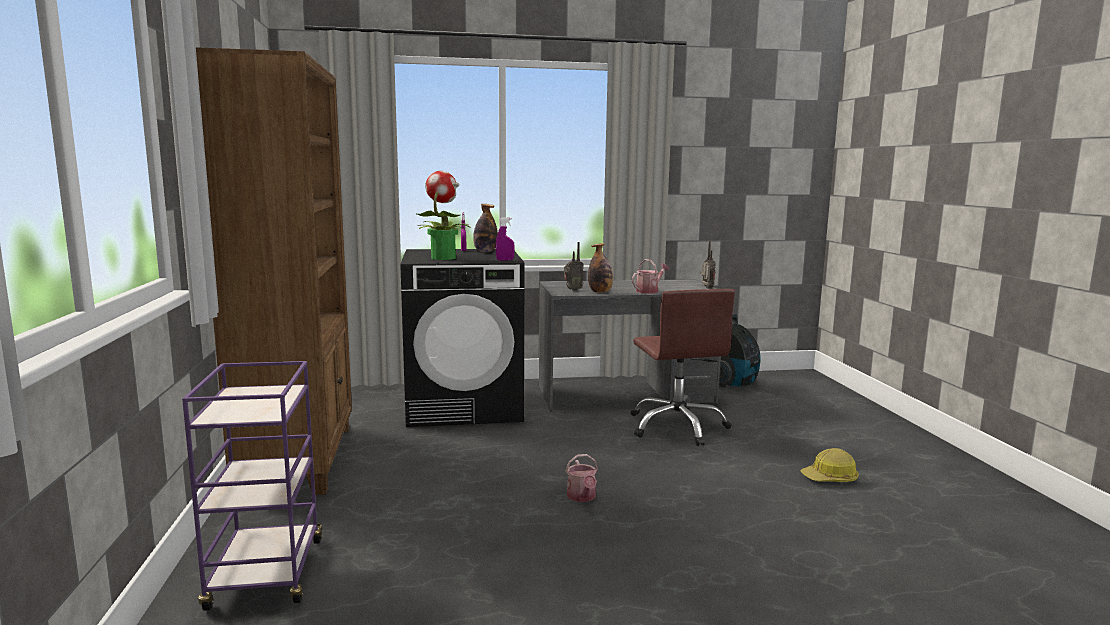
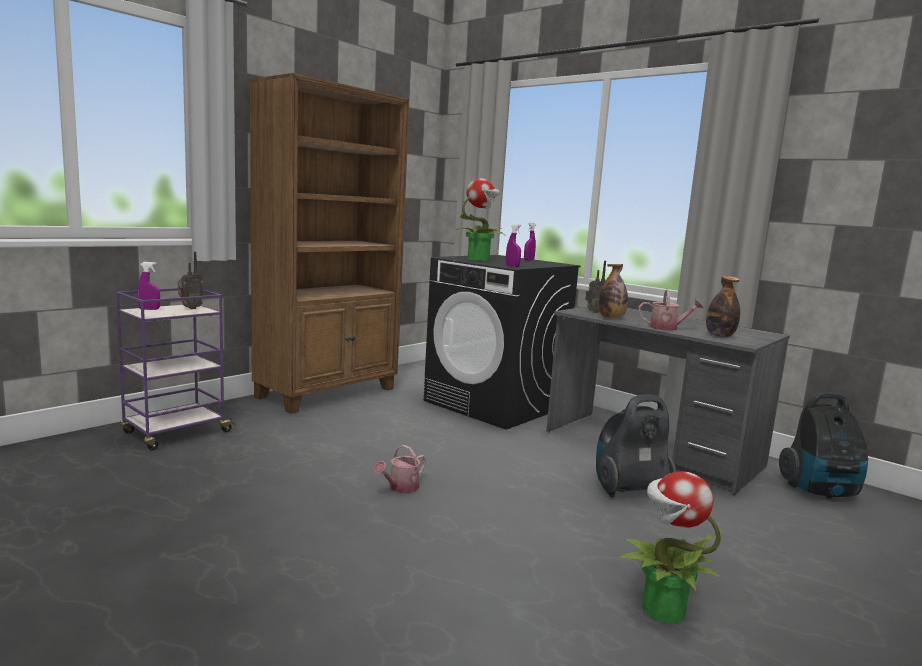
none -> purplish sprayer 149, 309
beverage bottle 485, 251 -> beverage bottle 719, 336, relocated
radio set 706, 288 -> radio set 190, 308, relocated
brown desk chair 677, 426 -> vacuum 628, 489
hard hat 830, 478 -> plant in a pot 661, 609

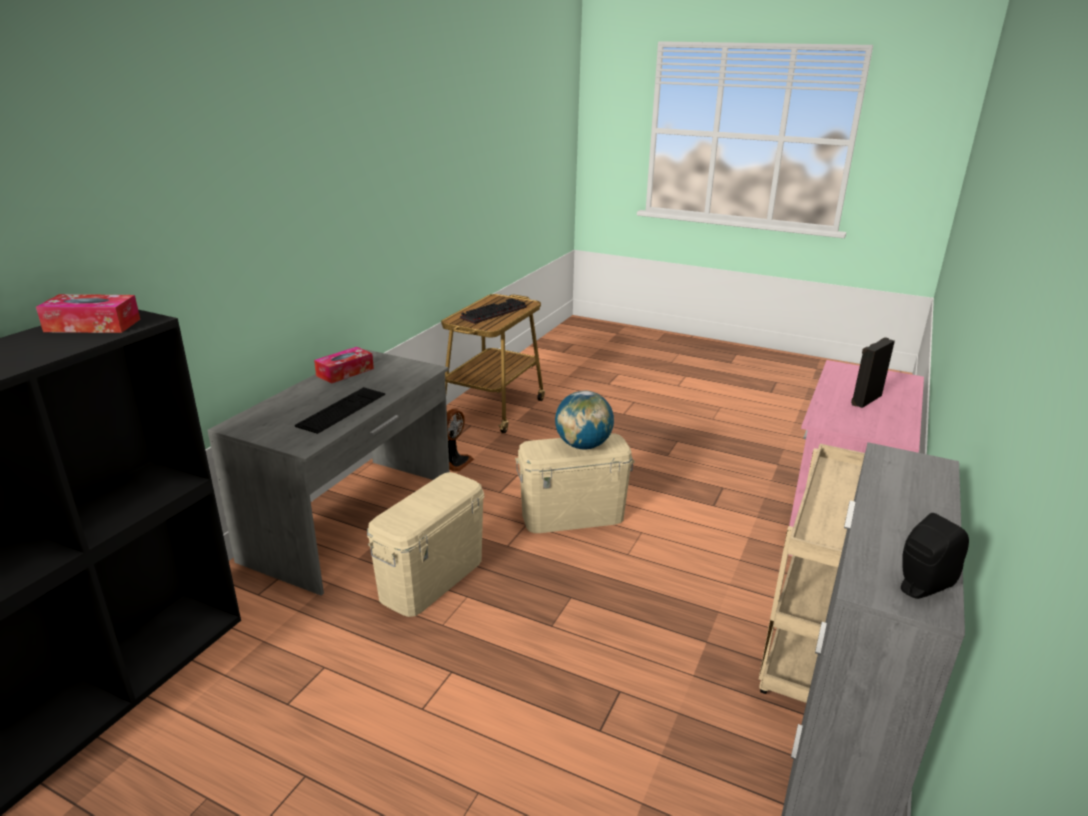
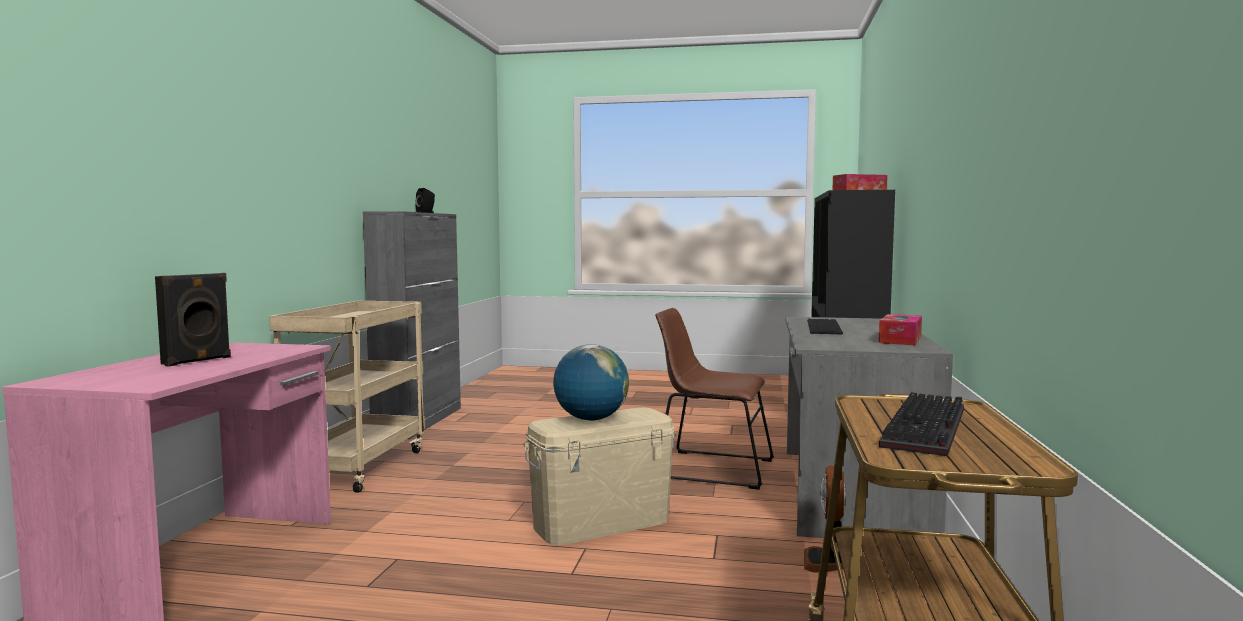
beige storage bin 432, 578 -> brown upright chair 709, 468

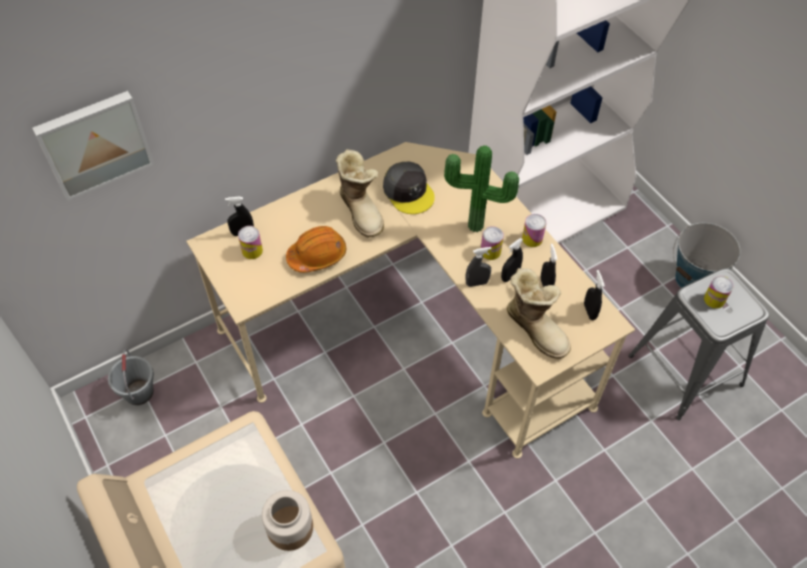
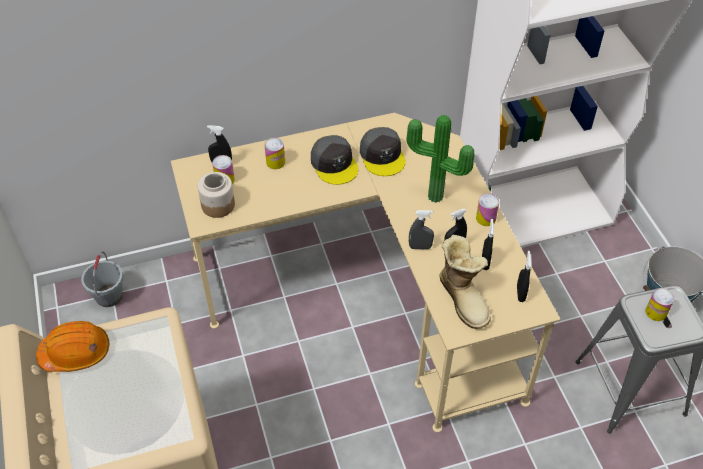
picture 94, 143 -> none
preserve jar 289, 527 -> preserve jar 217, 205, relocated
orange-coloured hard hat 317, 255 -> orange-coloured hard hat 76, 353, relocated
can 490, 251 -> can 275, 162, relocated
tall boot 362, 210 -> gray baseball cap 334, 164

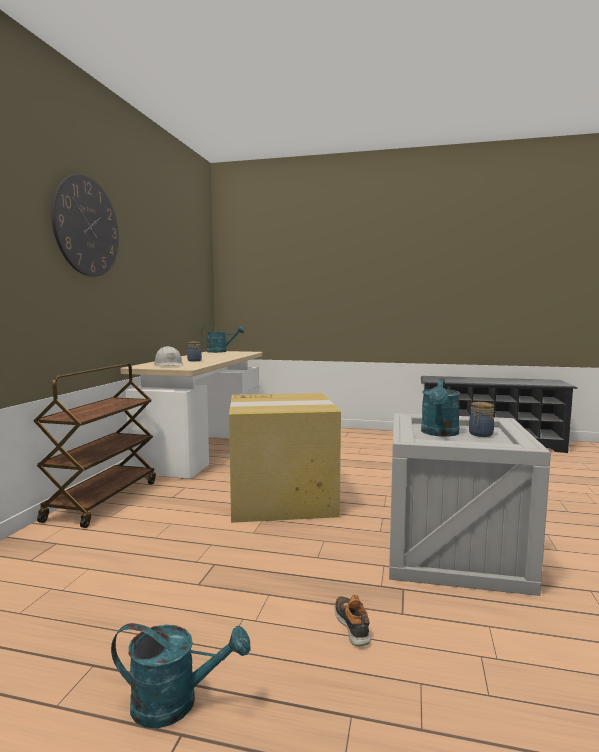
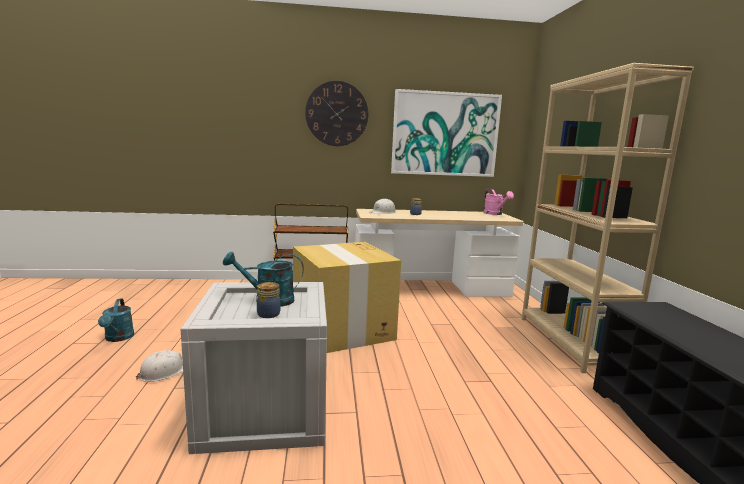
none -> picture 445, 134
none -> beige bookcase 570, 342
low shoe 352, 625 -> white hard hat 164, 372
blue-green sprinkling can 220, 351 -> pink-coloured sprinkling can 495, 214

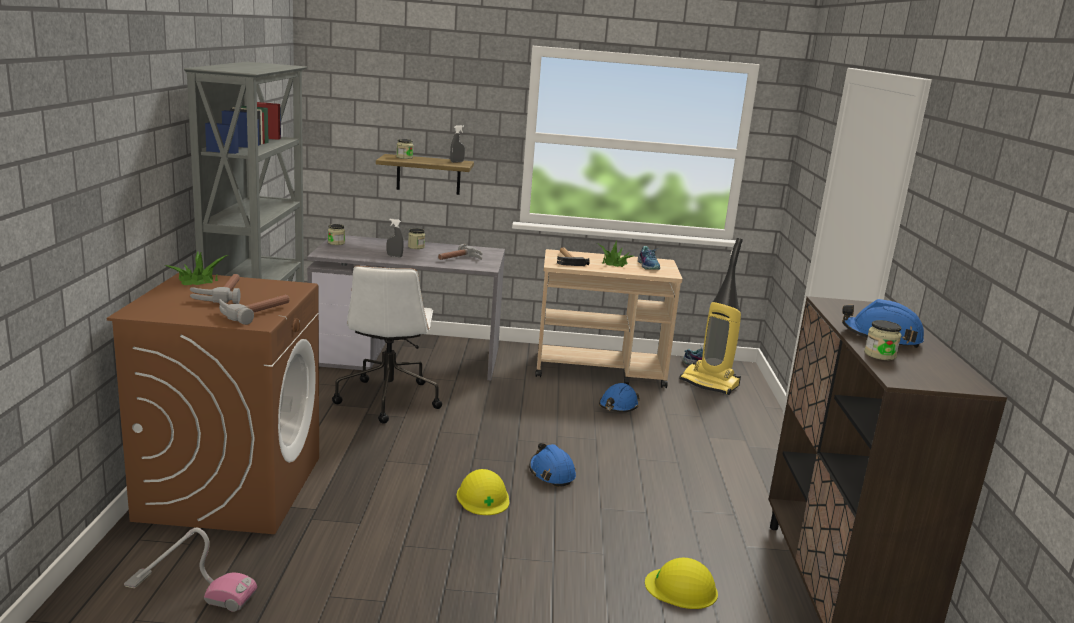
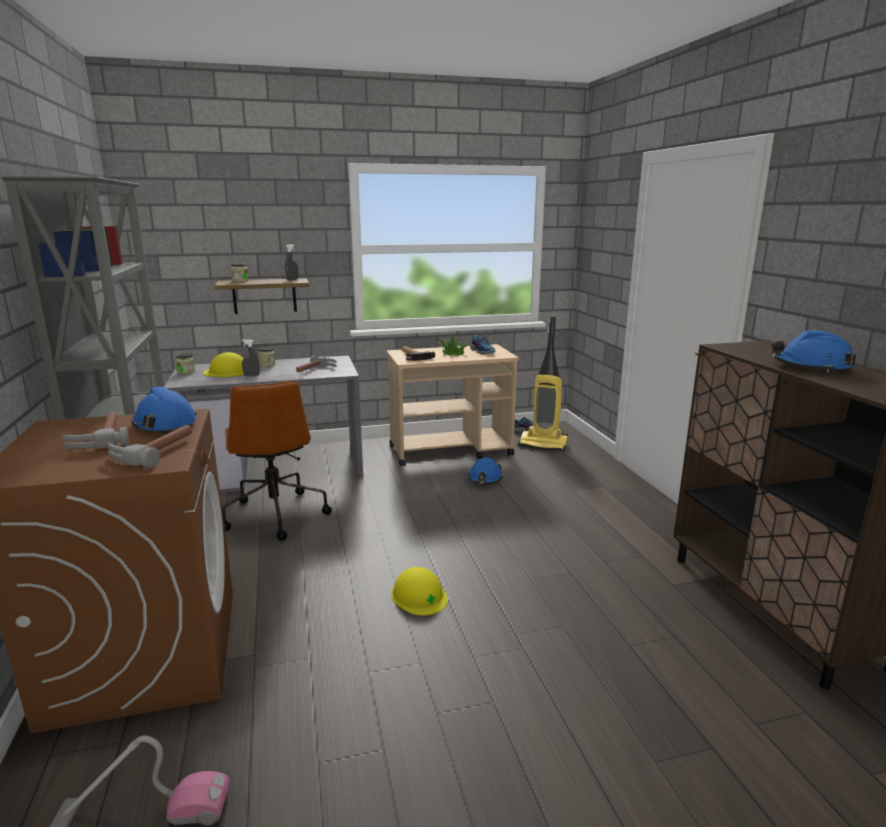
plant in a pot 198, 280 -> none
preserve jar 880, 355 -> none
blue hard hat 551, 473 -> blue hard hat 164, 424, relocated
yellowish hard hat 681, 588 -> yellowish hard hat 227, 372, relocated
white desk chair 388, 399 -> brown desk chair 275, 514

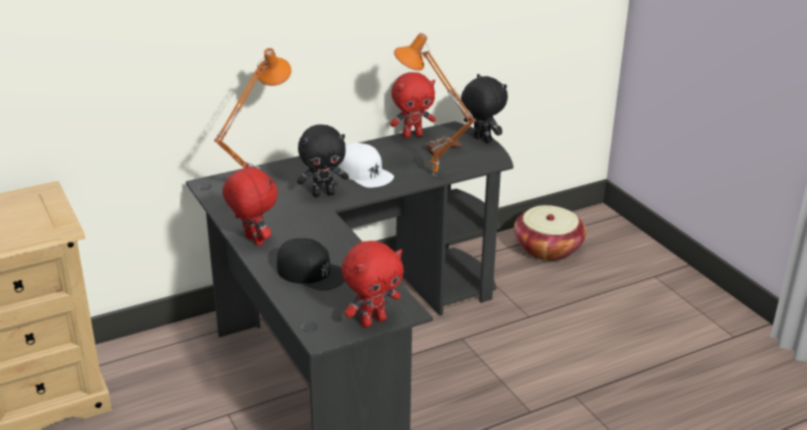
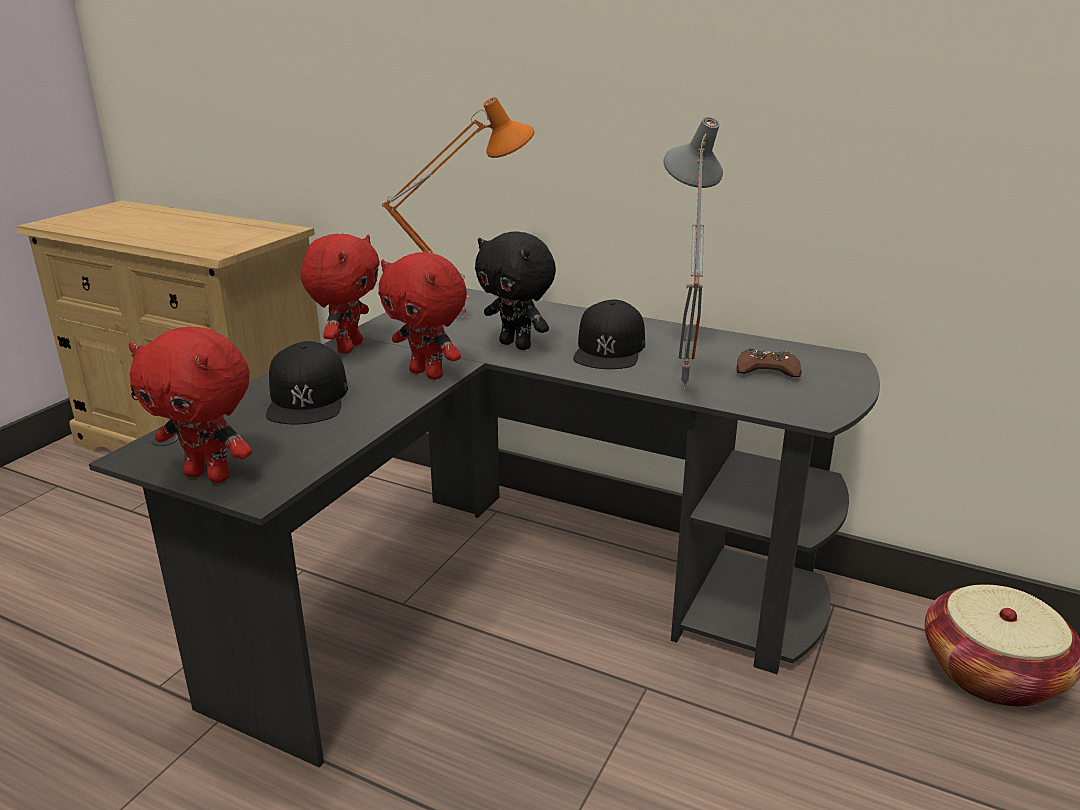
black soft toy 481, 140 -> none
red-coloured soft toy 412, 135 -> red-coloured soft toy 428, 374, relocated
white baseball cap 365, 173 -> black baseball cap 609, 349
orange-coloured tabletop lamp 432, 176 -> gray tabletop lamp 679, 388

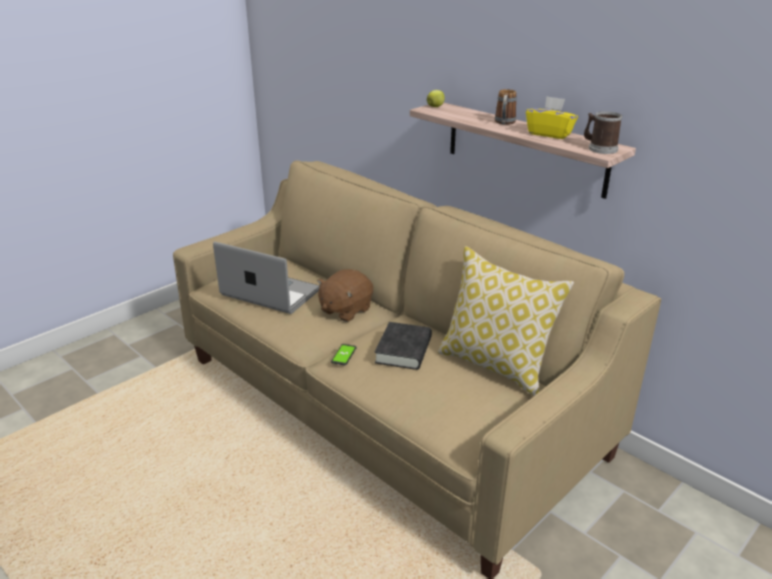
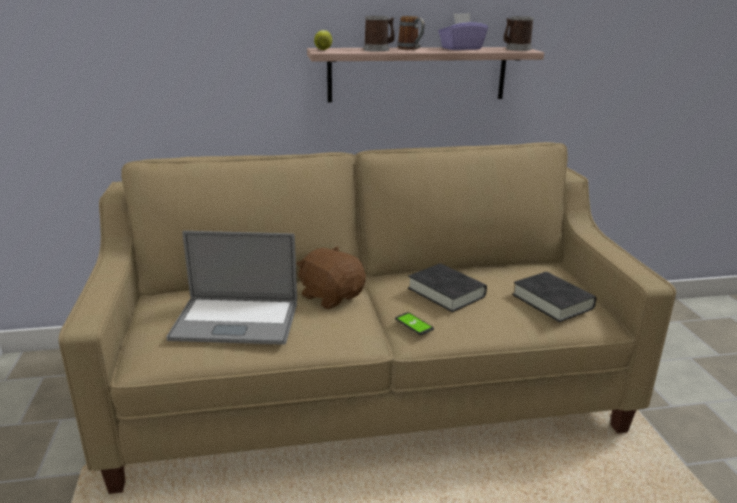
cushion 496, 366 -> none
none -> coffee mug 379, 50
none -> black bound book 552, 301
yellowish box of tissues 549, 134 -> purplish box of tissues 461, 48
portable computer 271, 292 -> portable computer 235, 321, 150 degrees counterclockwise
brown soft toy 345, 310 -> brown soft toy 331, 296, 150 degrees clockwise

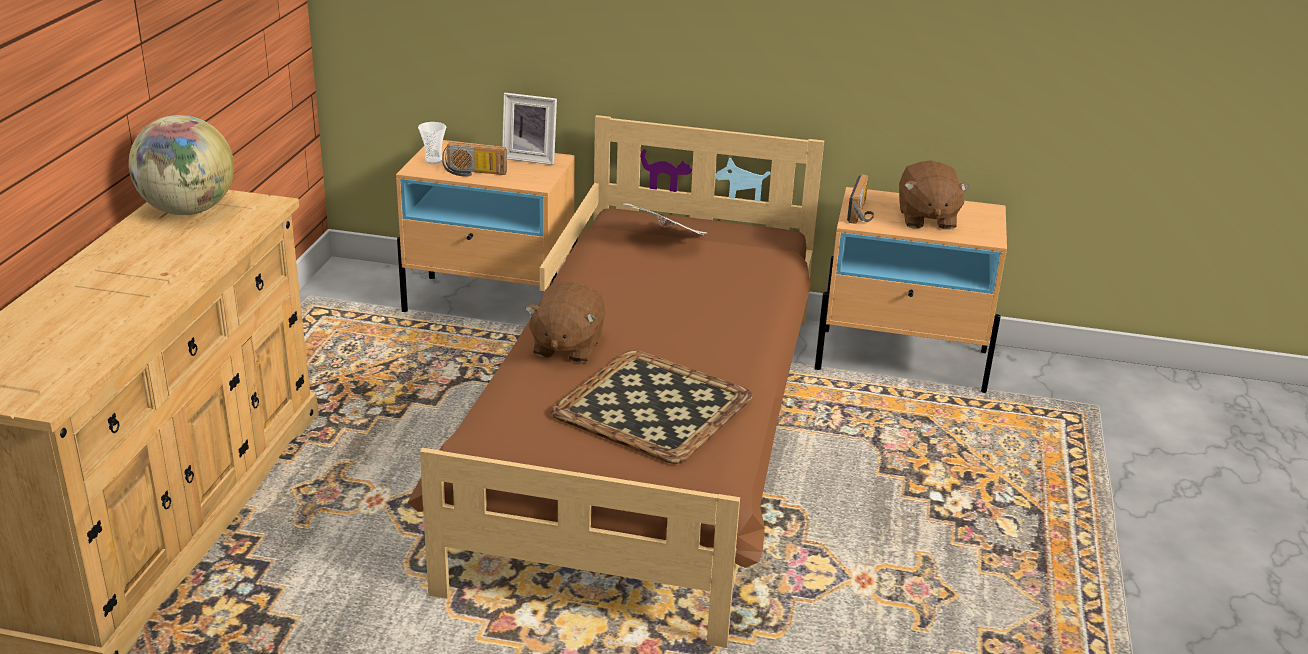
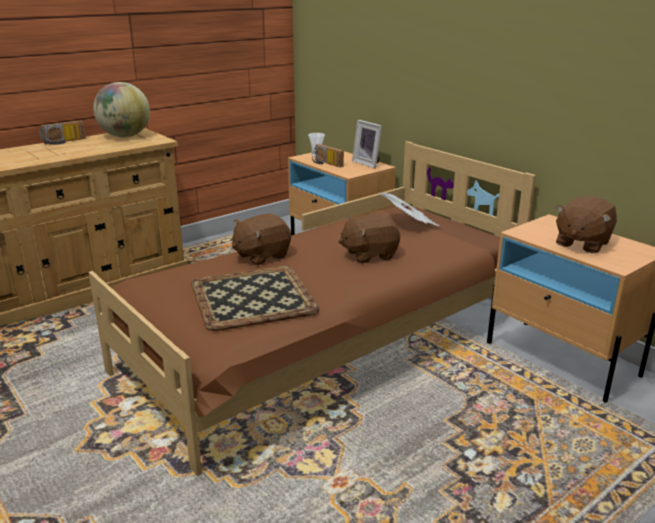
none -> brown soft toy 369, 255
radio set 862, 213 -> radio set 64, 142, relocated

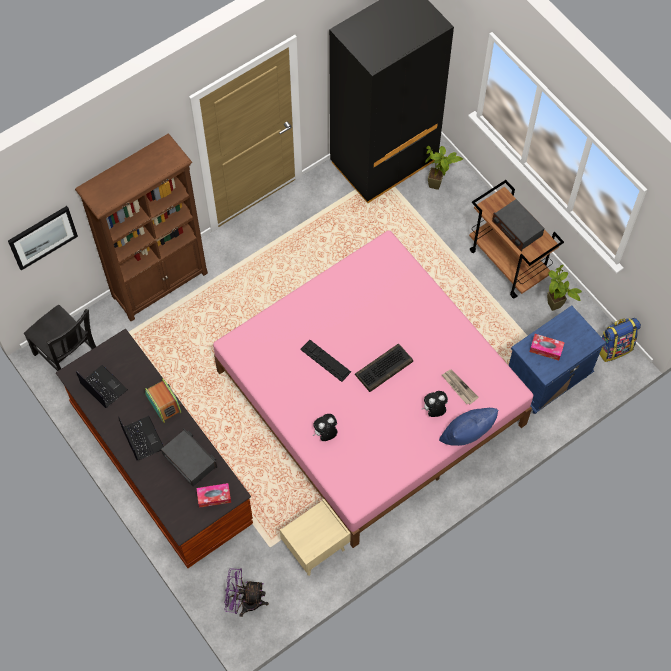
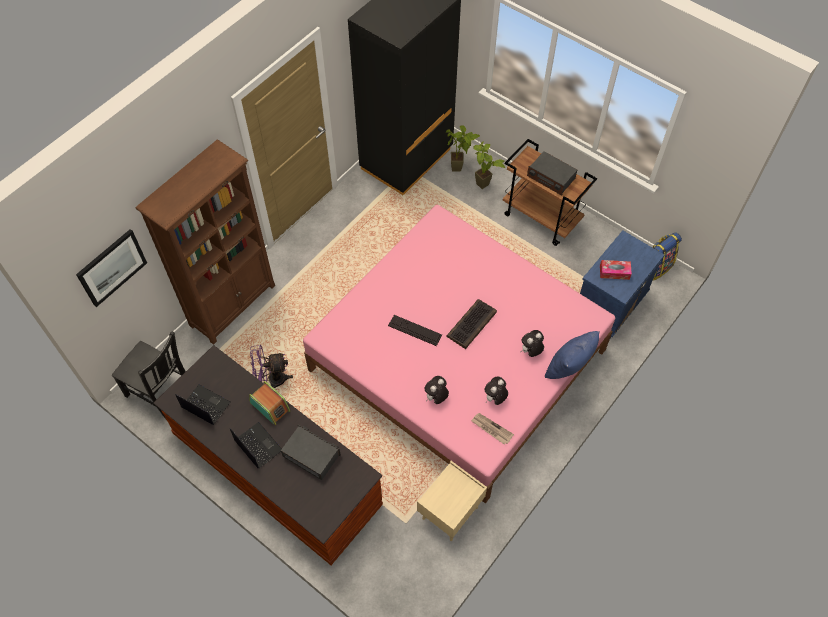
box of tissues 214, 497 -> none
none -> soft toy 495, 398
purplish fan 245, 601 -> purplish fan 272, 380, relocated
printed paper 459, 387 -> printed paper 491, 429, relocated
plant in a pot 555, 310 -> plant in a pot 484, 188, relocated

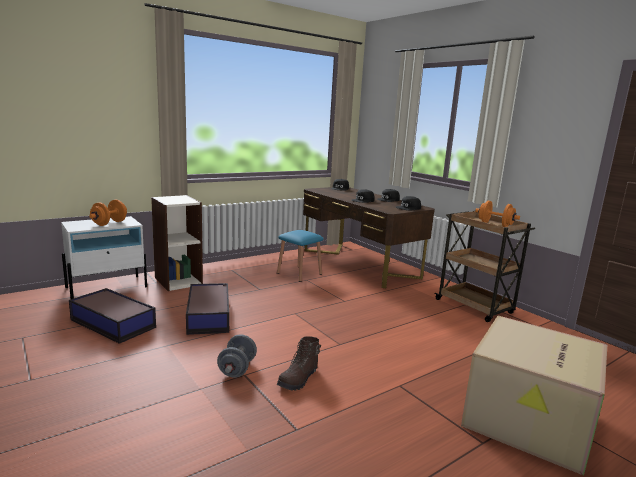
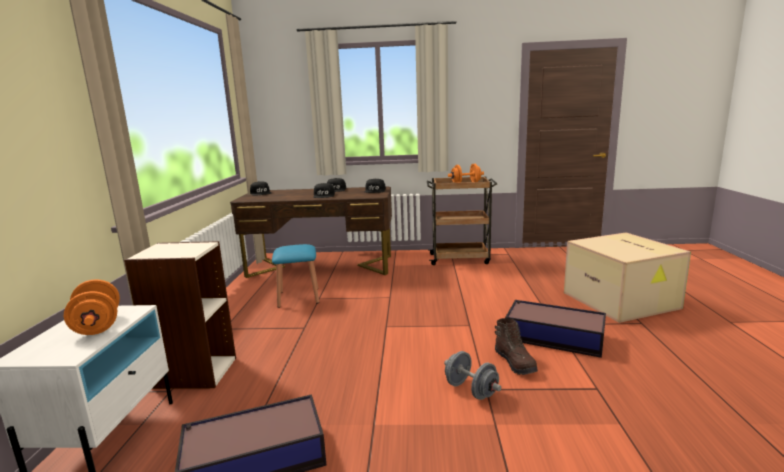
storage bin 209, 315 -> storage bin 552, 337, relocated

